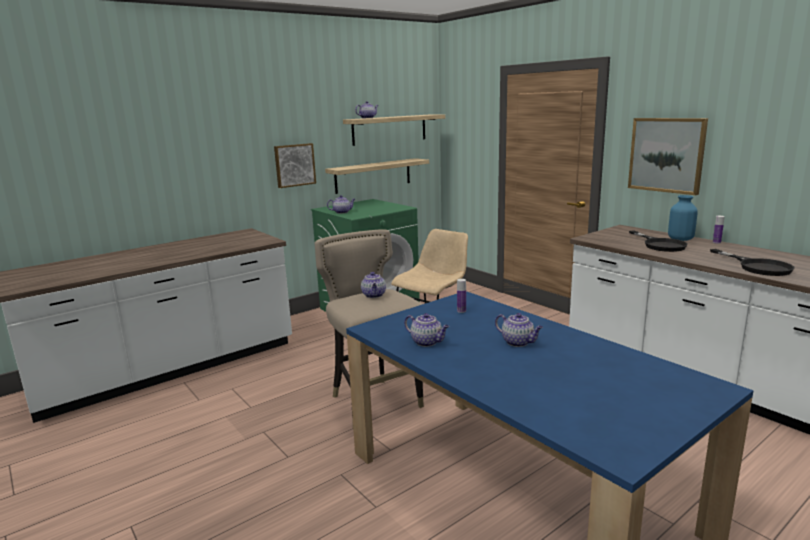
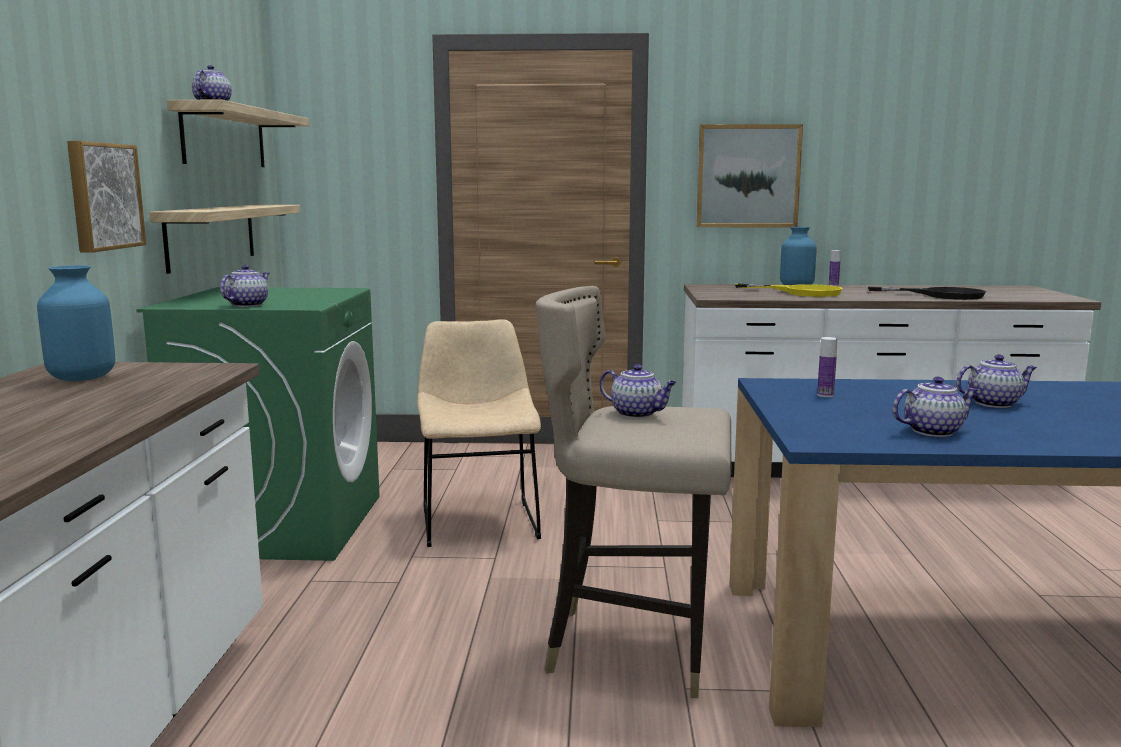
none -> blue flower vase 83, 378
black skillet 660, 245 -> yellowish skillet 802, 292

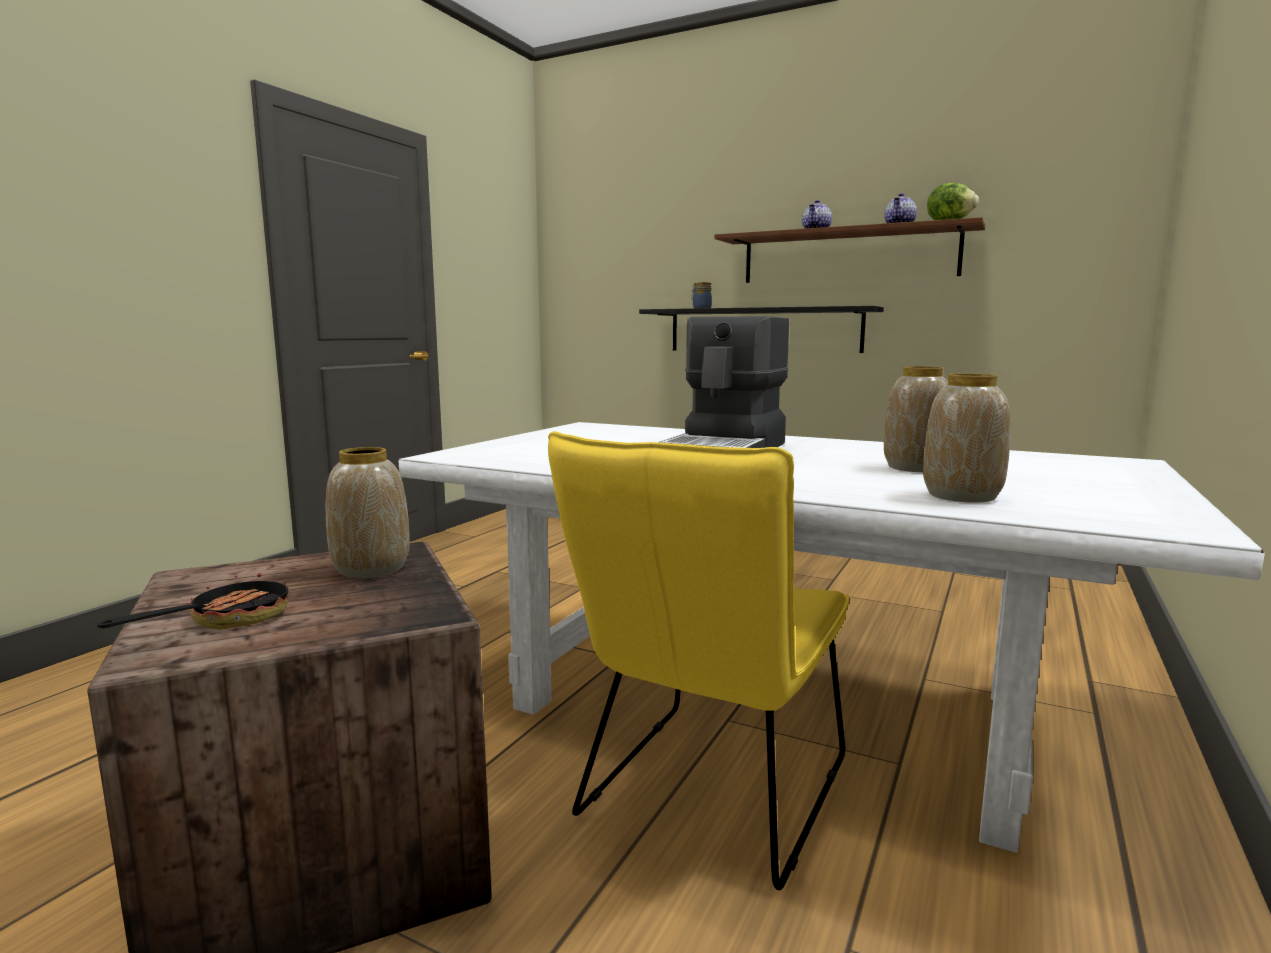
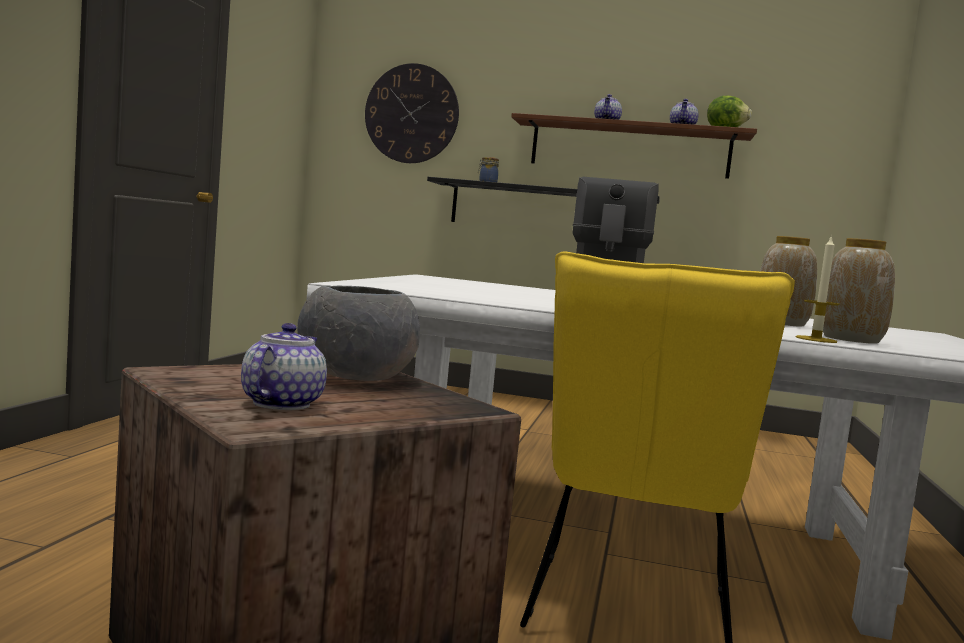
none -> wall clock 411, 114
none -> candle 816, 339
skillet 226, 620 -> pot for tea 281, 403
flower vase 371, 568 -> gray bowl 354, 376

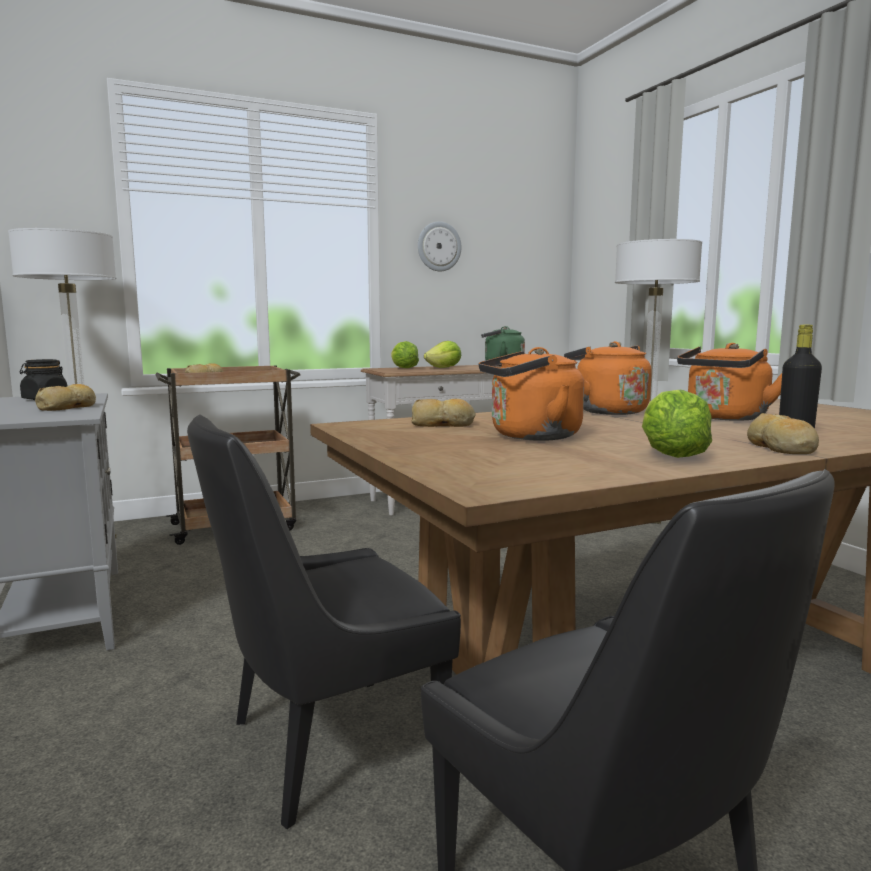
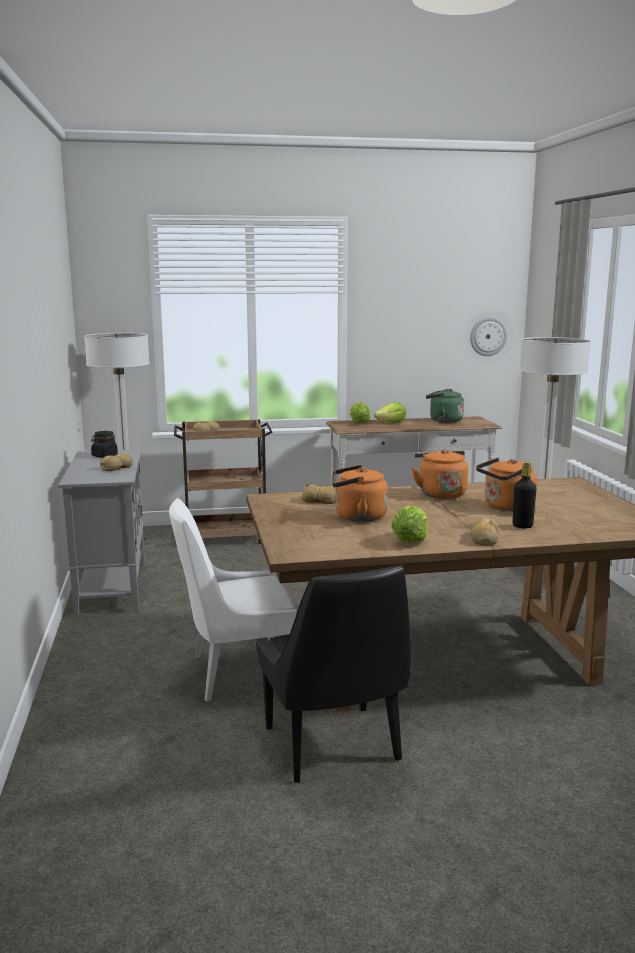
wall clock 439, 246 -> wall clock 488, 336, relocated
black upright chair 326, 747 -> white upright chair 236, 673

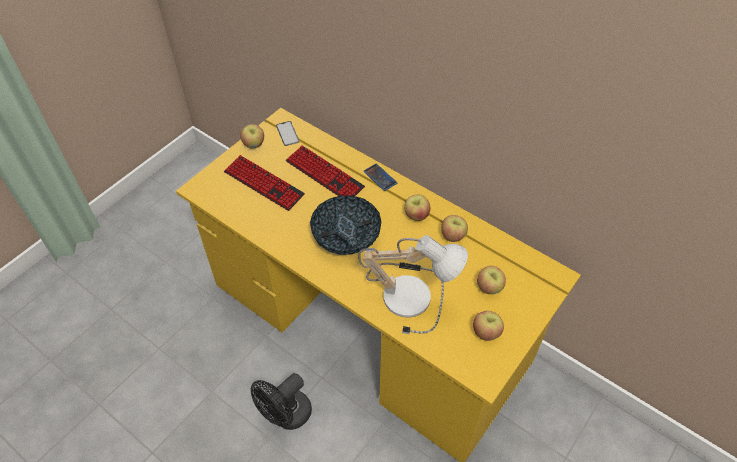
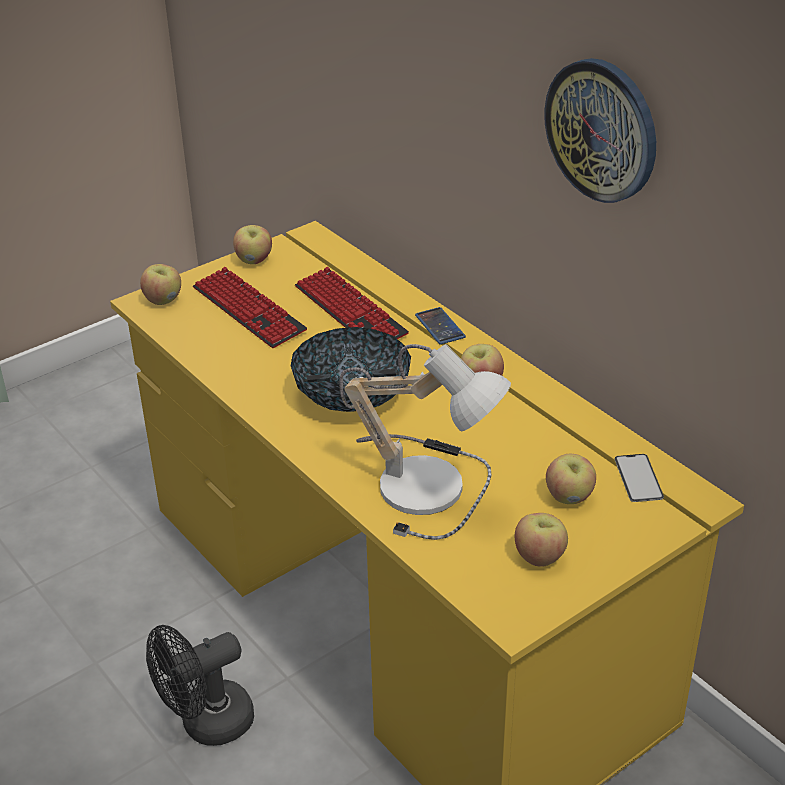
none -> wall clock 602, 130
handset 287, 133 -> handset 638, 478, relocated
apple fruit 453, 236 -> apple fruit 163, 300, relocated

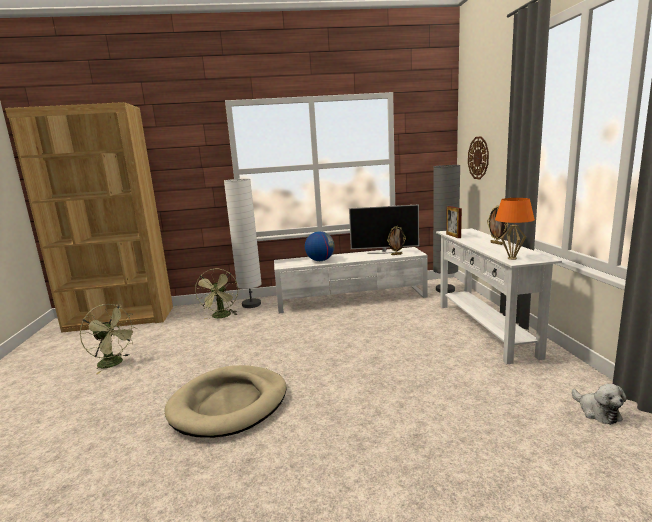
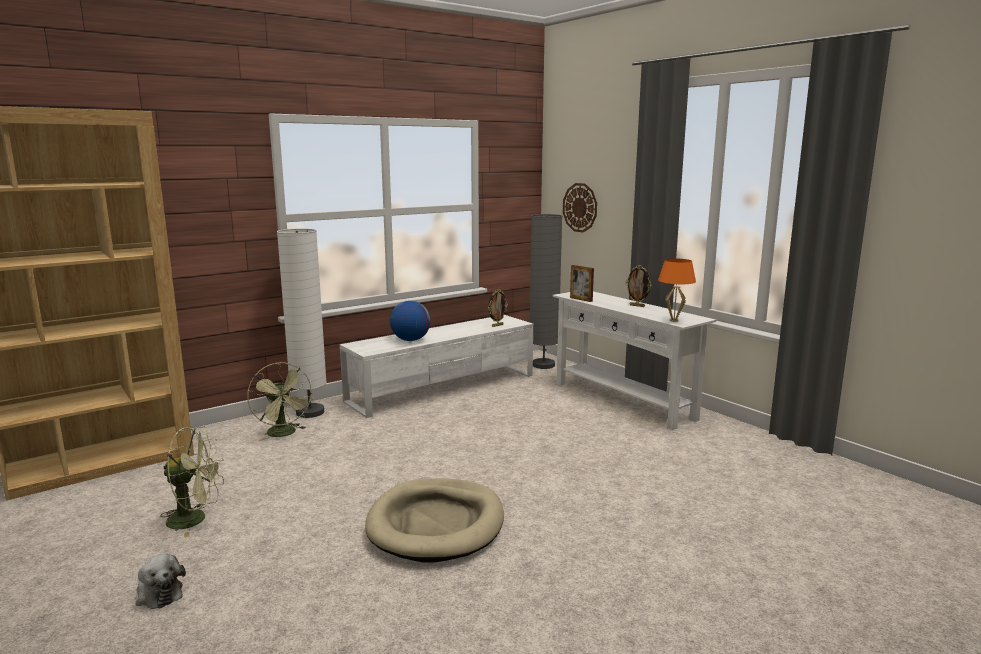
TV set 384, 252 -> none
soft toy 597, 412 -> soft toy 158, 593, relocated

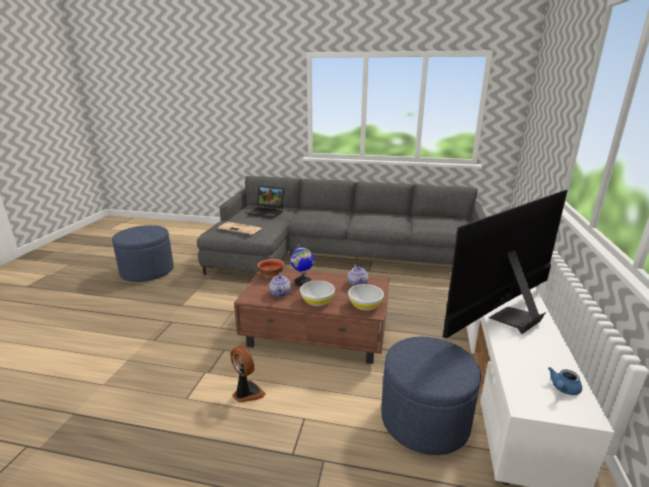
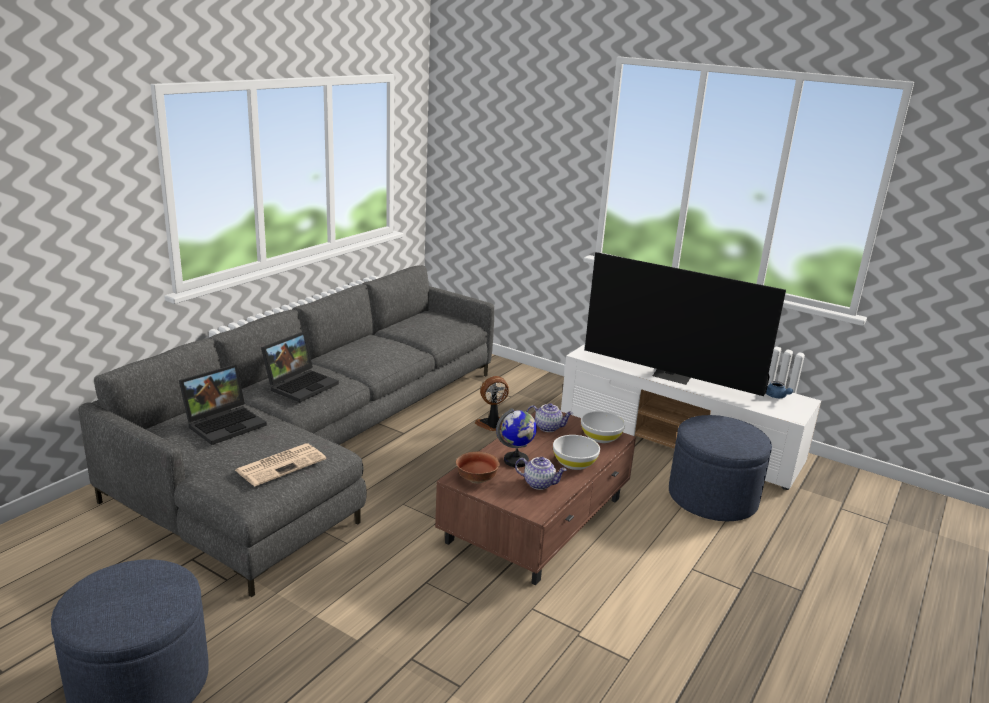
none -> portable computer 301, 384
fan 247, 393 -> fan 491, 425, relocated
TV set 508, 317 -> TV set 673, 376, 45 degrees counterclockwise

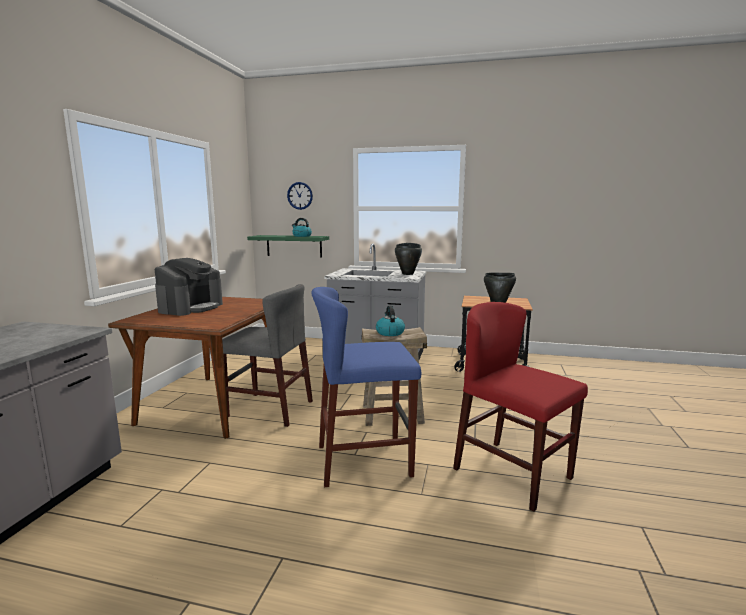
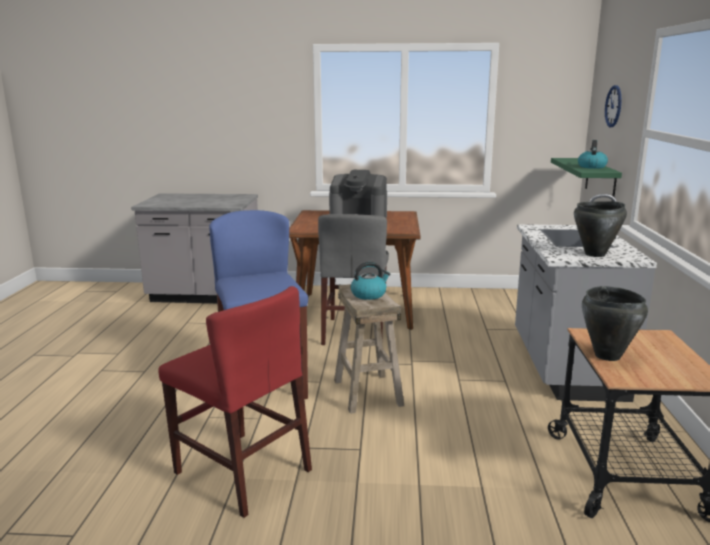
red-coloured upright chair 512, 473 -> red-coloured upright chair 242, 471, 90 degrees clockwise

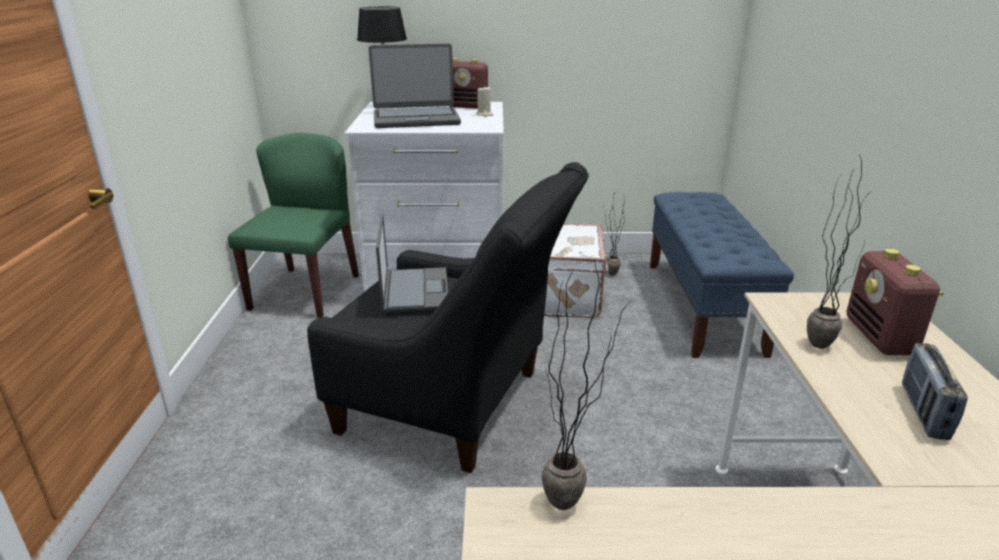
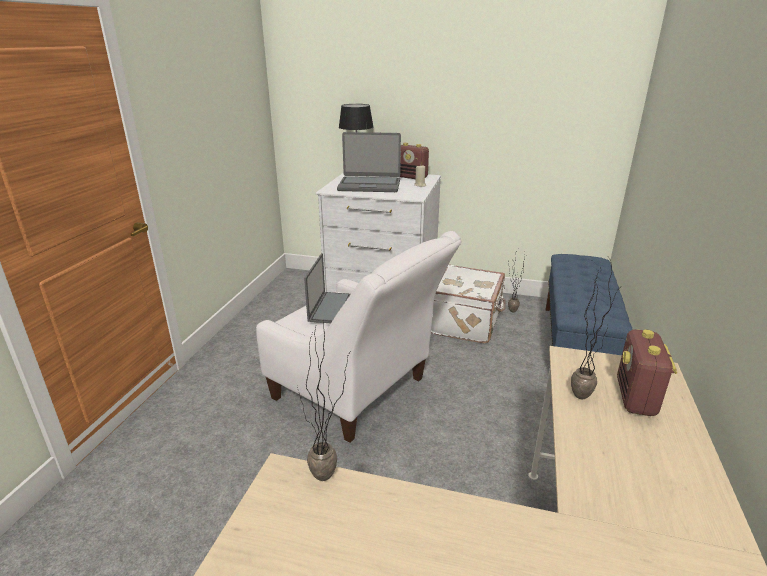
greenish upright chair 305, 291 -> none
radio set 923, 412 -> none
black lounge chair 455, 405 -> white lounge chair 358, 393

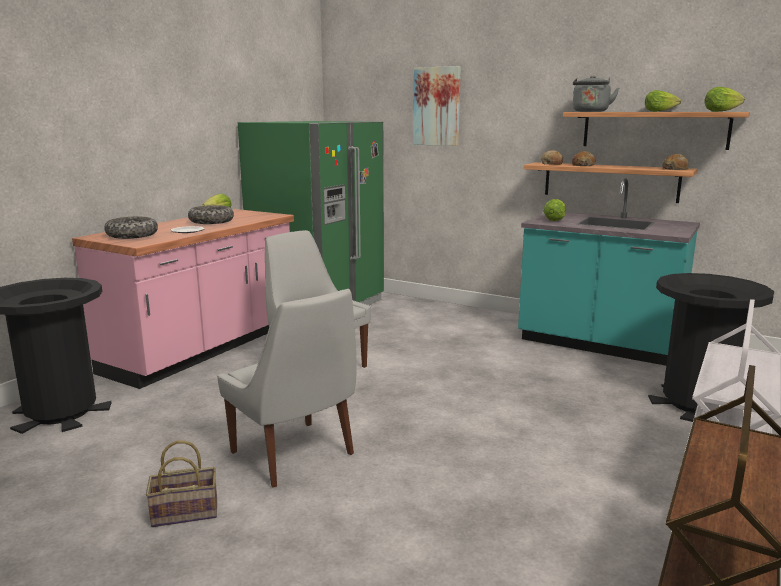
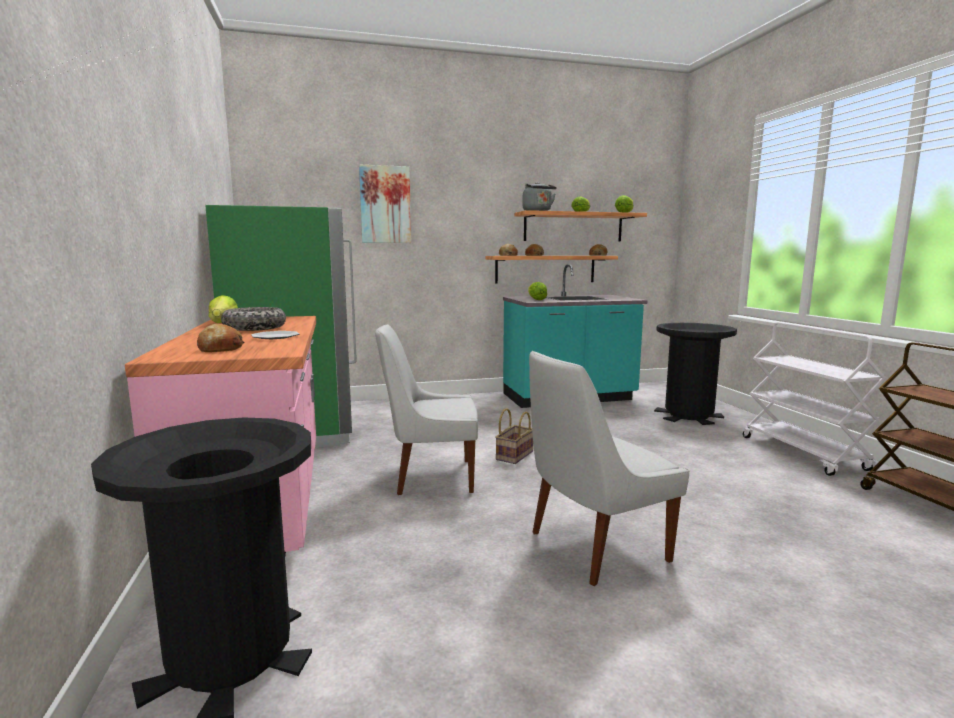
household basket 187, 512 -> household basket 514, 455, relocated
bowl 132, 235 -> bread 220, 349
white upright chair 295, 455 -> white upright chair 593, 548, 150 degrees clockwise

